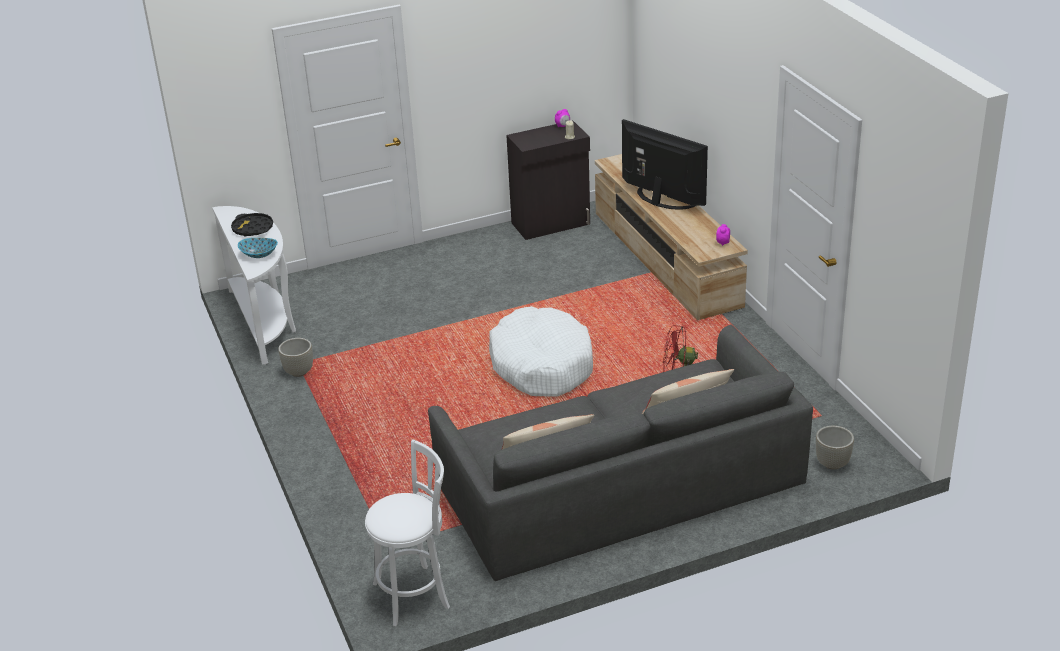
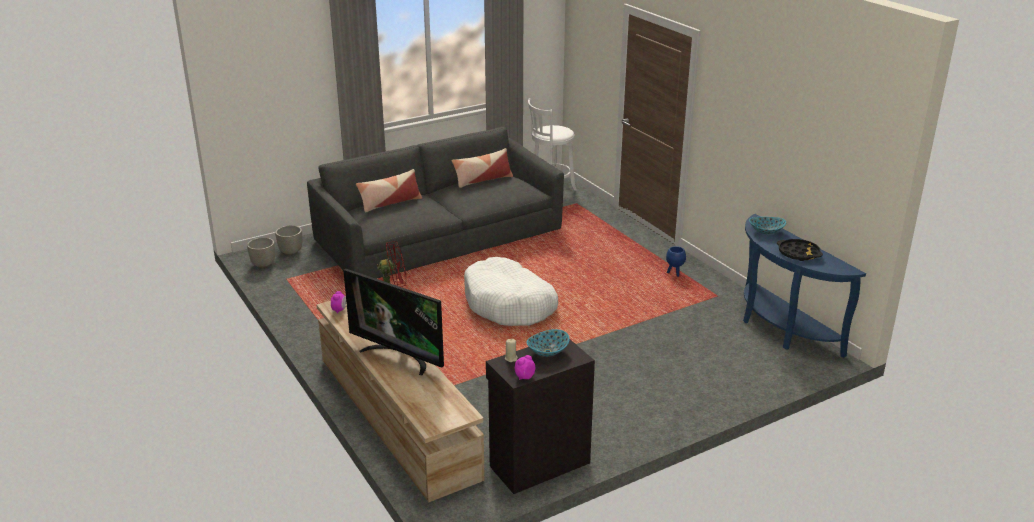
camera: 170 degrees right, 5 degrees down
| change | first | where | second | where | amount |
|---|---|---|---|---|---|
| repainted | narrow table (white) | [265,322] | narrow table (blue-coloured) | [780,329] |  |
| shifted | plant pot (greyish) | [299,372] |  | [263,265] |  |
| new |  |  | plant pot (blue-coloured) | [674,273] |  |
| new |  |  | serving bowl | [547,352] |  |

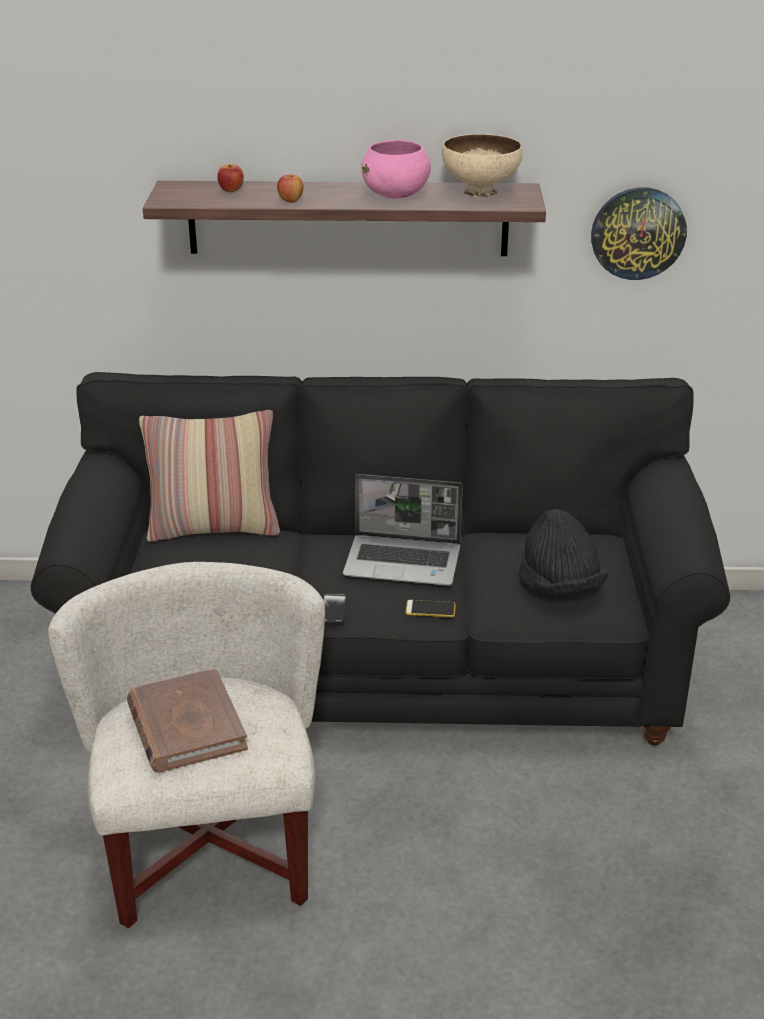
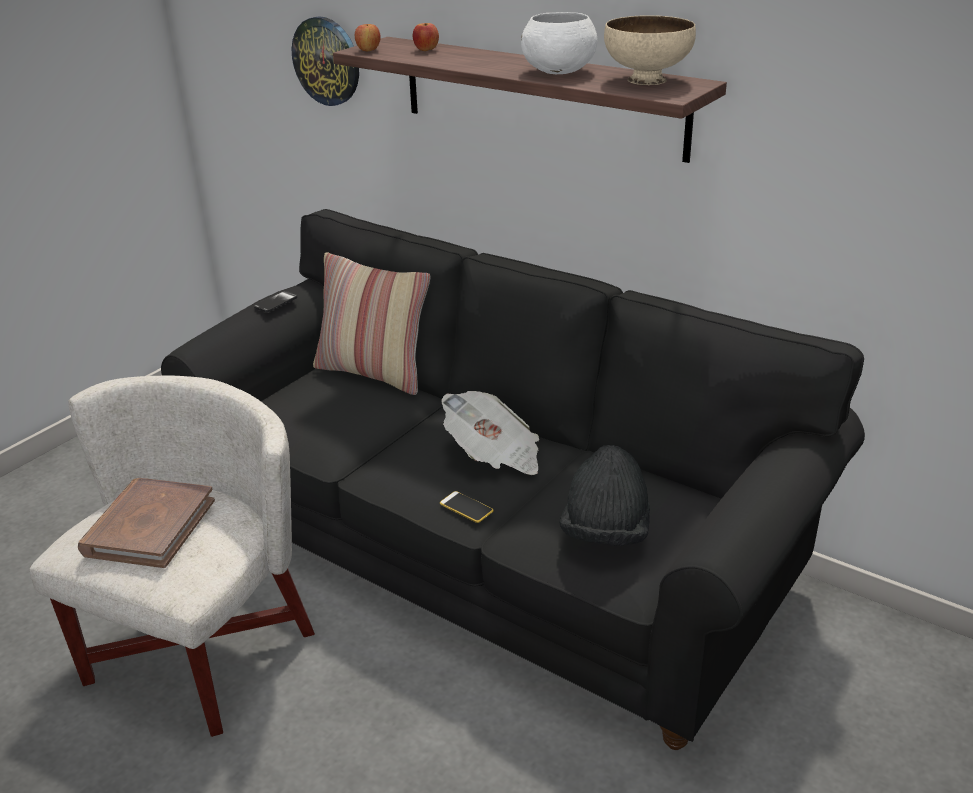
camera: 35 degrees right, 0 degrees up
| change | first | where | second | where | amount |
|---|---|---|---|---|---|
| repainted | serving bowl (pink-coloured) | [396,195] | serving bowl (white) | [559,72] |  |
| shifted | whole apple | [290,201] |  | [368,50] |  |
| shifted | wall clock | [638,233] |  | [327,61] |  |
| swapped | notebook computer | [404,562] | daily paper | [494,456] |  |
| shifted | handset | [333,609] |  | [276,303] |  |

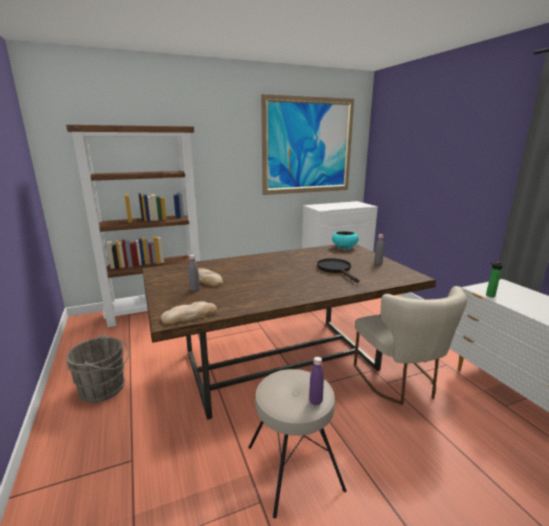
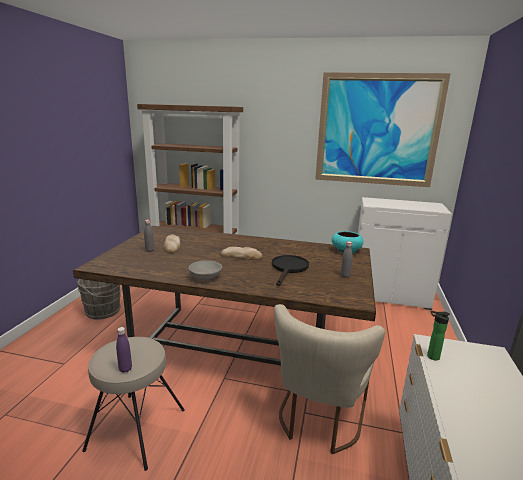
camera: 35 degrees right, 0 degrees up
| change | first | where | second | where | amount |
|---|---|---|---|---|---|
| shifted | bread | [190,315] |  | [241,256] |  |
| new |  |  | serving bowl (greyish) | [205,277] |  |

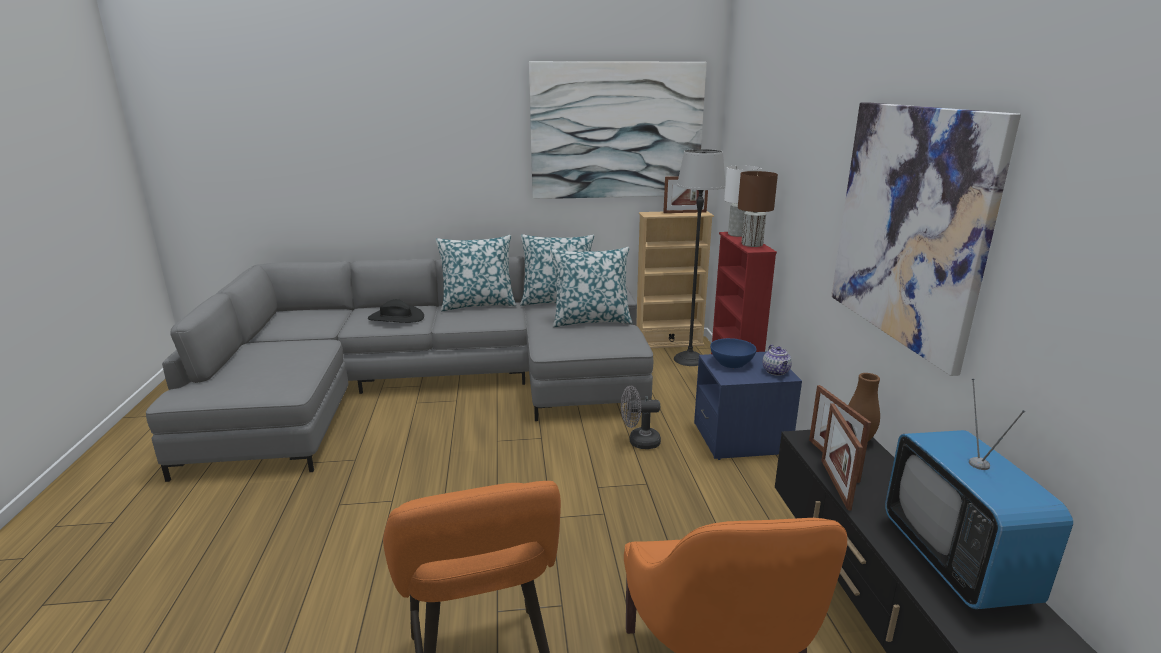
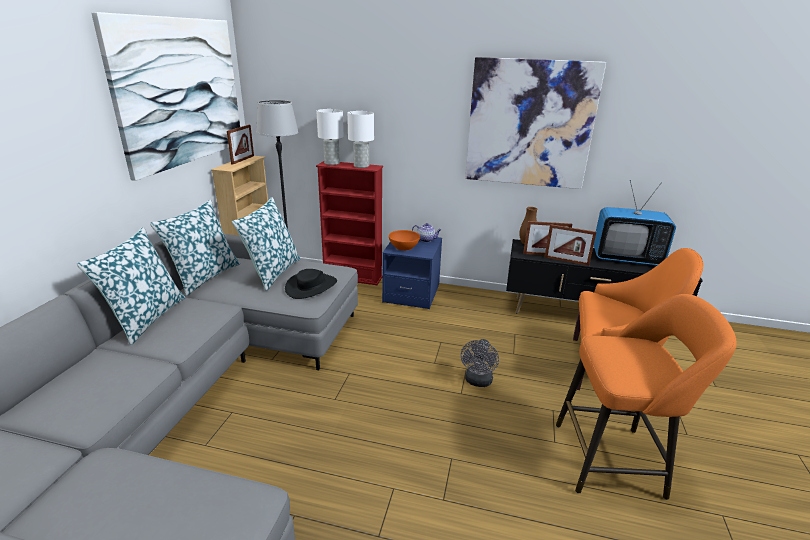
camera: 70 degrees left, 5 degrees up
| change | first | where | second | where | amount |
|---|---|---|---|---|---|
| repainted | tabletop lamp (brown) | [751,244] | tabletop lamp (white) | [361,166] |  |
| shifted | hat (blackish) | [396,318] |  | [311,286] |  |
| repainted | serving bowl (blue-coloured) | [732,363] | serving bowl (orange-coloured) | [404,247] |  |
| shifted | electric fan (greyish) | [639,442] |  | [478,382] |  |

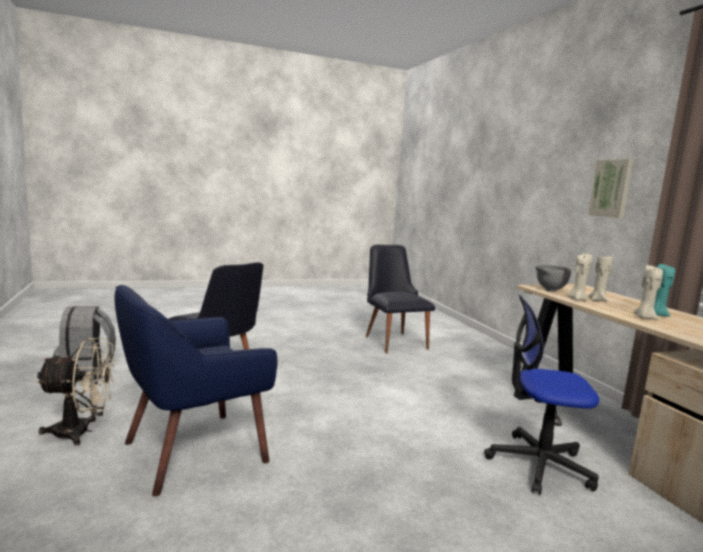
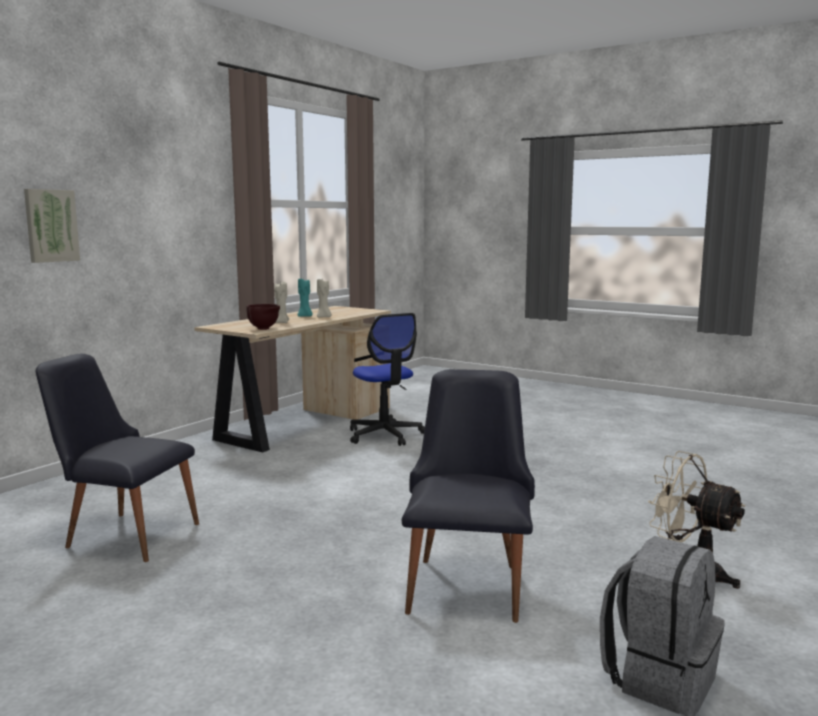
camera: 125 degrees left, 0 degrees up
| change | first | where | second | where | amount |
|---|---|---|---|---|---|
| shifted | wall art | [611,188] |  | [51,225] |  |
| rotated | upright chair (blackish) | [393,340] |  | [124,533] | 75 degrees clockwise |
| gone | wax light (sand-coloured) | [577,299] |  |  |  |
| repainted | serving bowl (greyish) | [549,290] | serving bowl (brown) | [264,329] |  |
| gone | easy chair (blue-coloured) | [193,451] |  |  |  |

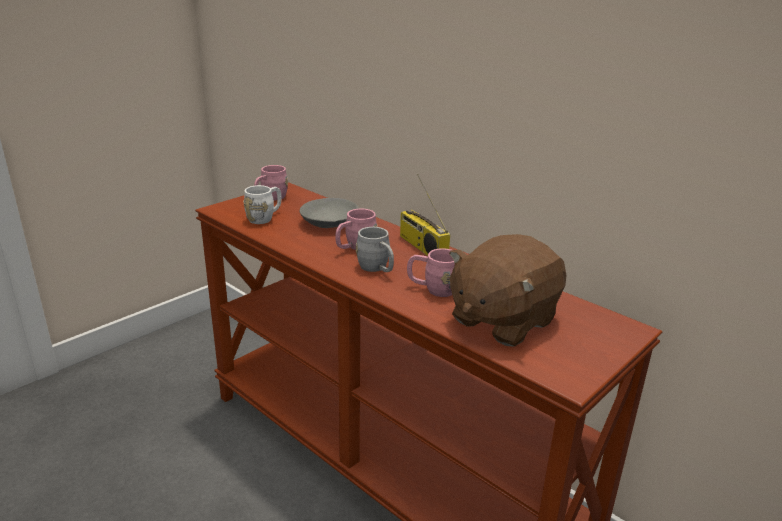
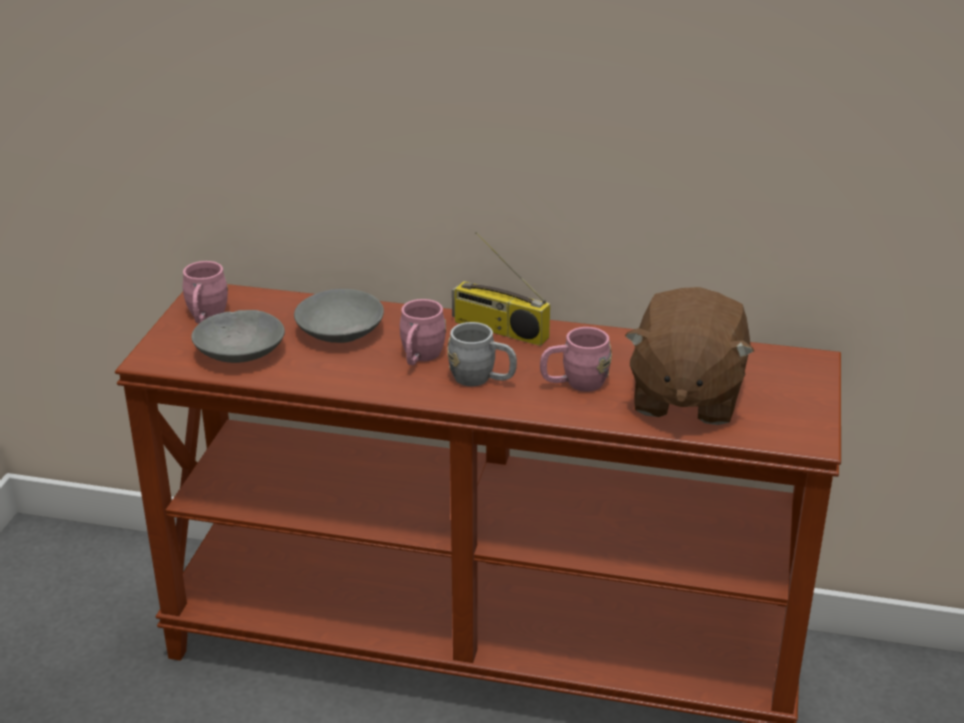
camera: 30 degrees left, 5 degrees up
| change | first | where | second | where | amount |
|---|---|---|---|---|---|
| swapped | tea mug (white) | [265,217] | serving bowl (greyish) | [241,351] |  |

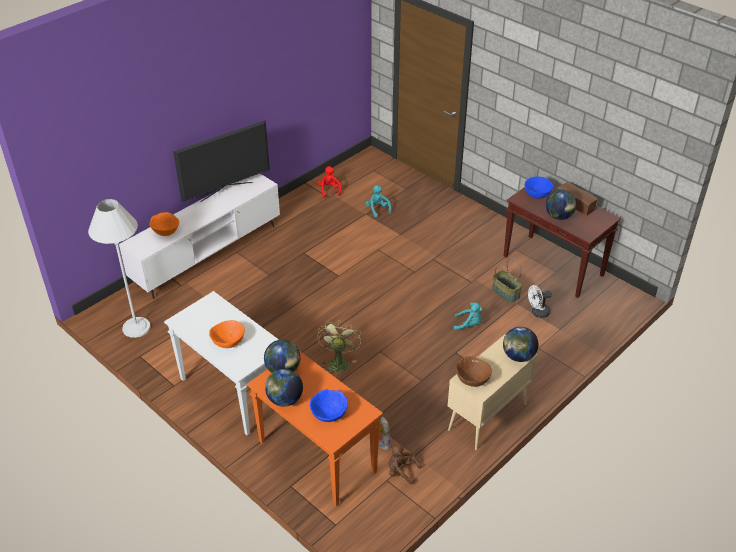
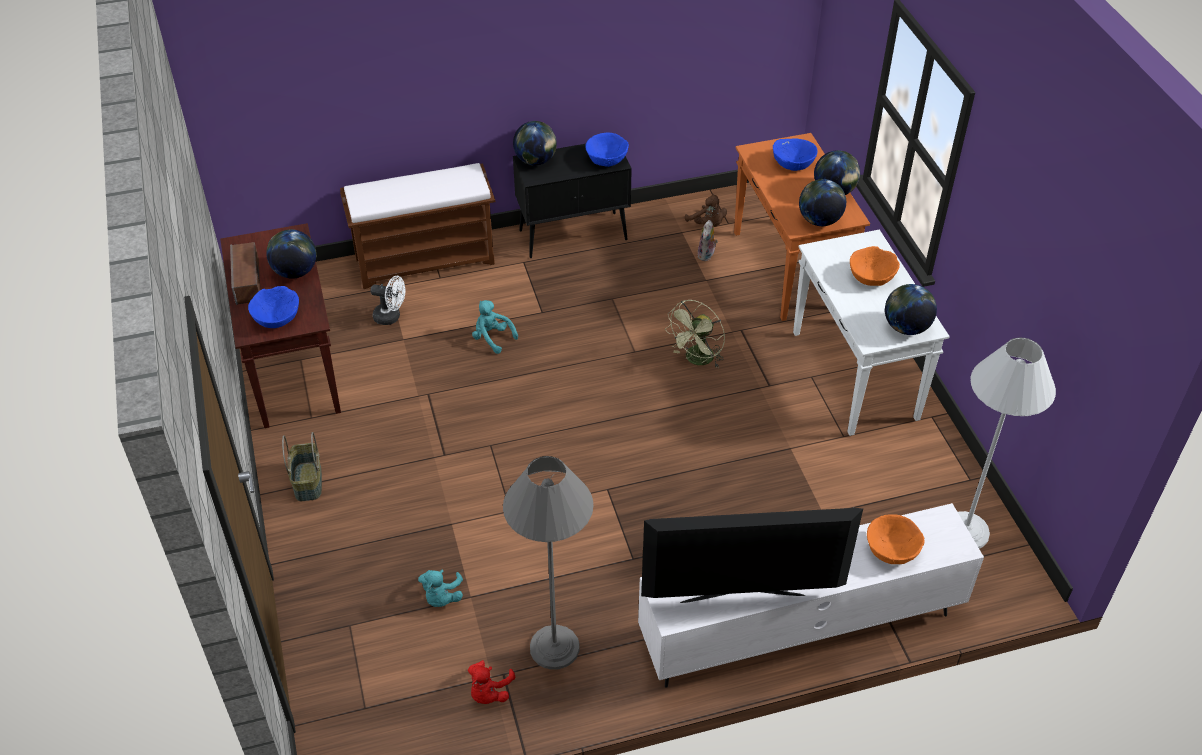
camera: 150 degrees left, 5 degrees up
| change | first | where | second | where | amount |
|---|---|---|---|---|---|
| shifted | household basket | [506,293] |  | [307,481] |  |
| repainted | cupboard (sand-coloured) | [487,417] | cupboard (blackish) | [574,235] |  |
| repainted | serving bowl (brown) | [472,378] | serving bowl (blue-coloured) | [606,160] |  |
| new |  |  | indoor bench (brown) | [426,260] |  |
| new |  |  | world globe | [906,328] |  |
| new |  |  | standard lamp (greyish) | [554,647] |  |

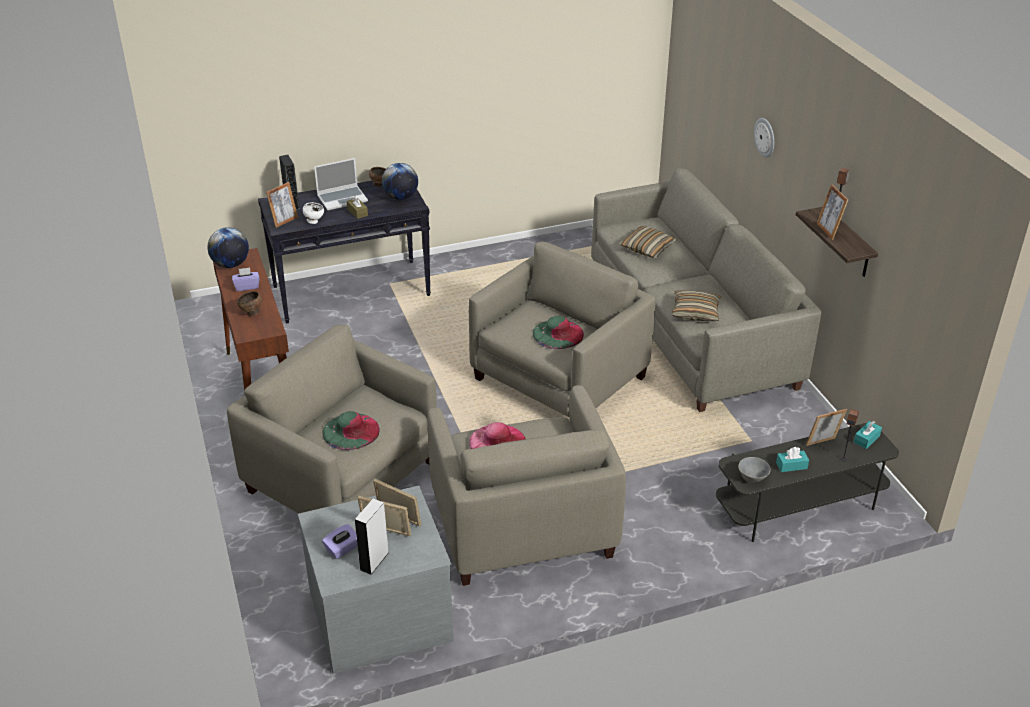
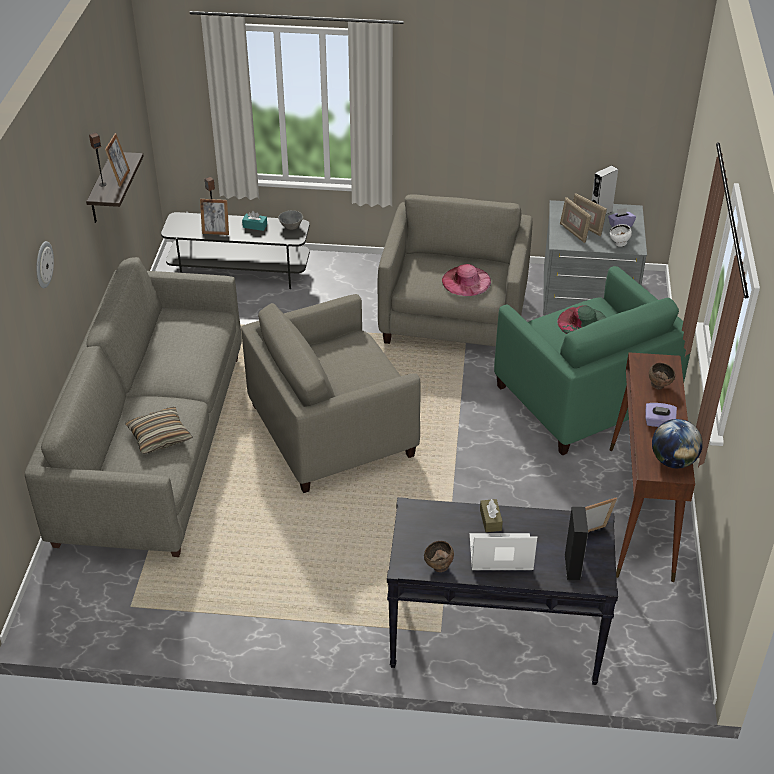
camera: 155 degrees left, 5 degrees up
| change | first | where | second | where | amount |
|---|---|---|---|---|---|
| gone | world globe | [401,197] |  |  |  |
| shifted | serving bowl (white) | [314,221] |  | [619,244] |  |
| gone | throw pillow | [695,312] |  |  |  |
| gone | hat (greenish) | [558,334] |  |  |  |
| repainted | easy chair (sand-coloured) | [343,477] | easy chair (greenish) | [583,397] |  |
| gone | tissue box (turquoise) | [866,439] |  |  |  |

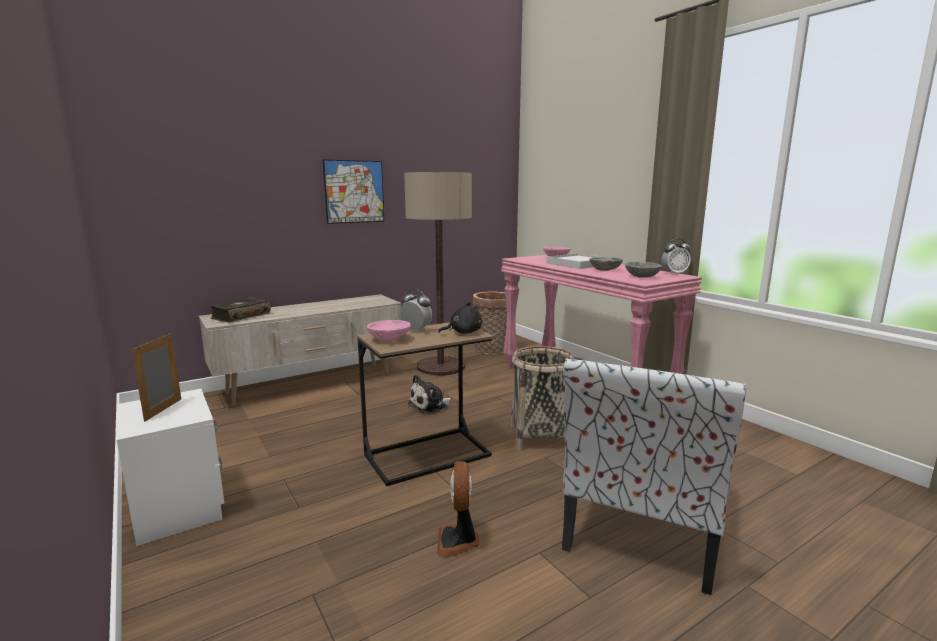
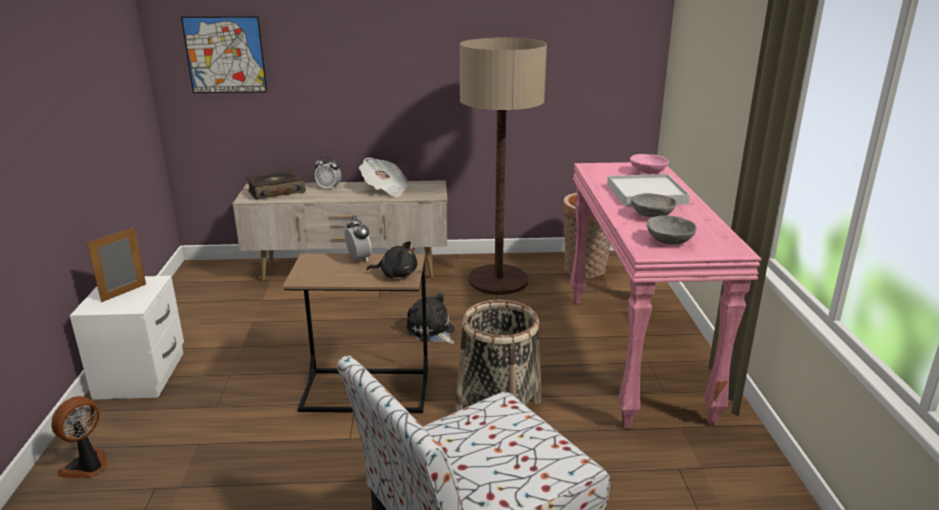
camera: 30 degrees right, 10 degrees up
| change | first | where | second | where | amount |
|---|---|---|---|---|---|
| shifted | wall art | [354,191] |  | [225,55] |  |
| shifted | table clock | [674,274] |  | [329,188] |  |
| gone | serving bowl (pink-coloured) | [390,339] |  |  |  |
| rotated | plush toy | [430,405] |  | [431,331] | 60 degrees clockwise |
| shifted | electric fan | [458,541] |  | [88,467] |  |
| new |  |  | daily paper | [385,190] |  |

